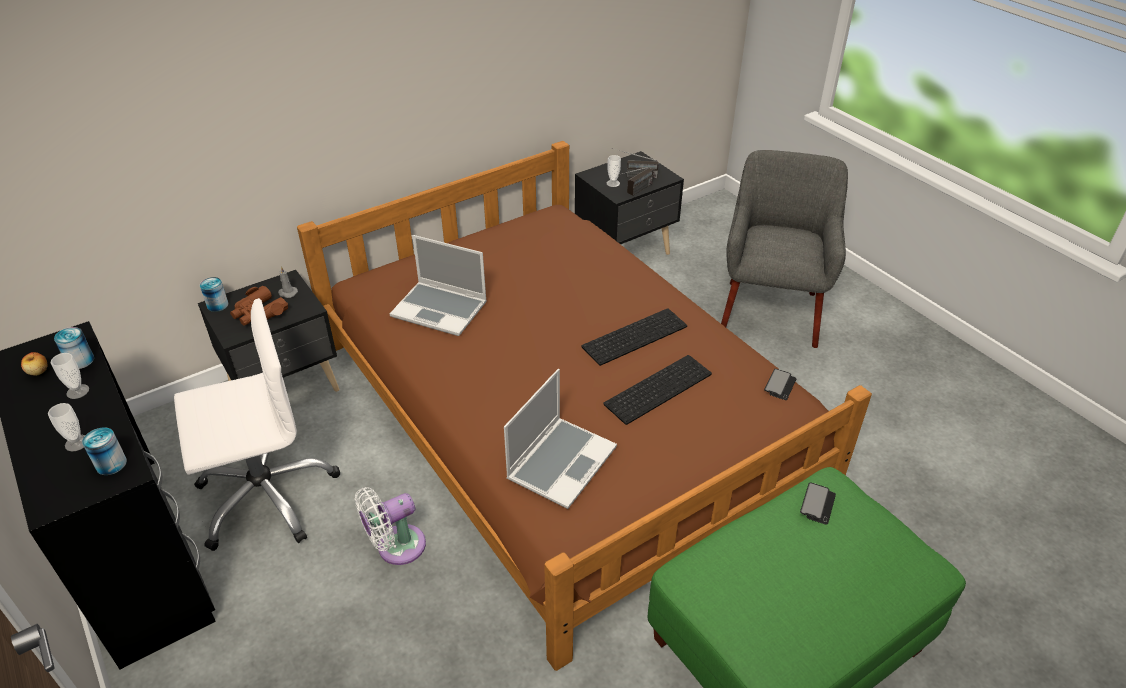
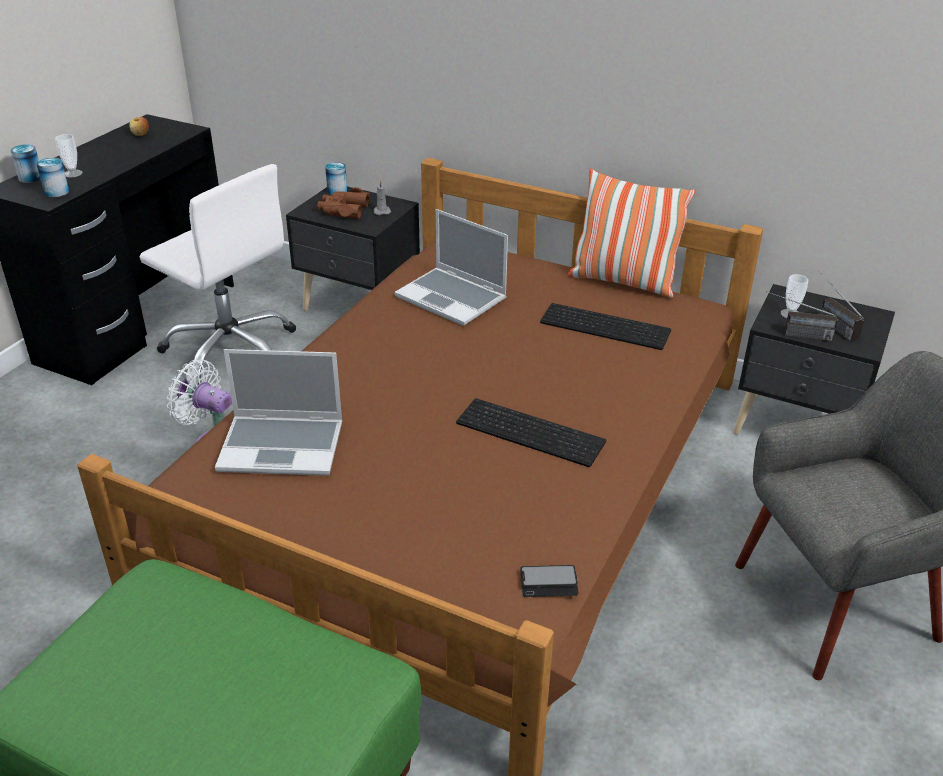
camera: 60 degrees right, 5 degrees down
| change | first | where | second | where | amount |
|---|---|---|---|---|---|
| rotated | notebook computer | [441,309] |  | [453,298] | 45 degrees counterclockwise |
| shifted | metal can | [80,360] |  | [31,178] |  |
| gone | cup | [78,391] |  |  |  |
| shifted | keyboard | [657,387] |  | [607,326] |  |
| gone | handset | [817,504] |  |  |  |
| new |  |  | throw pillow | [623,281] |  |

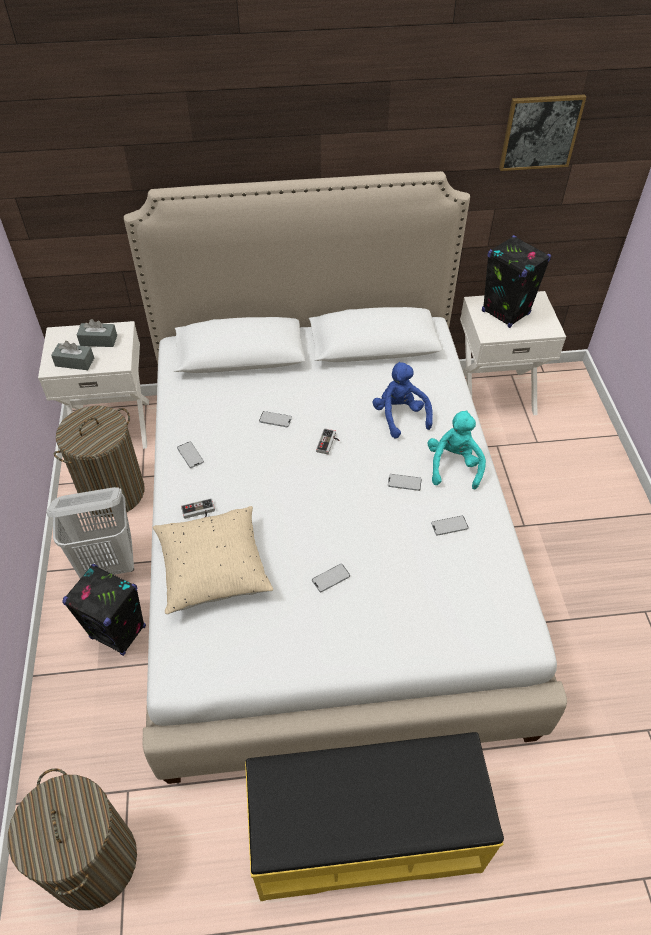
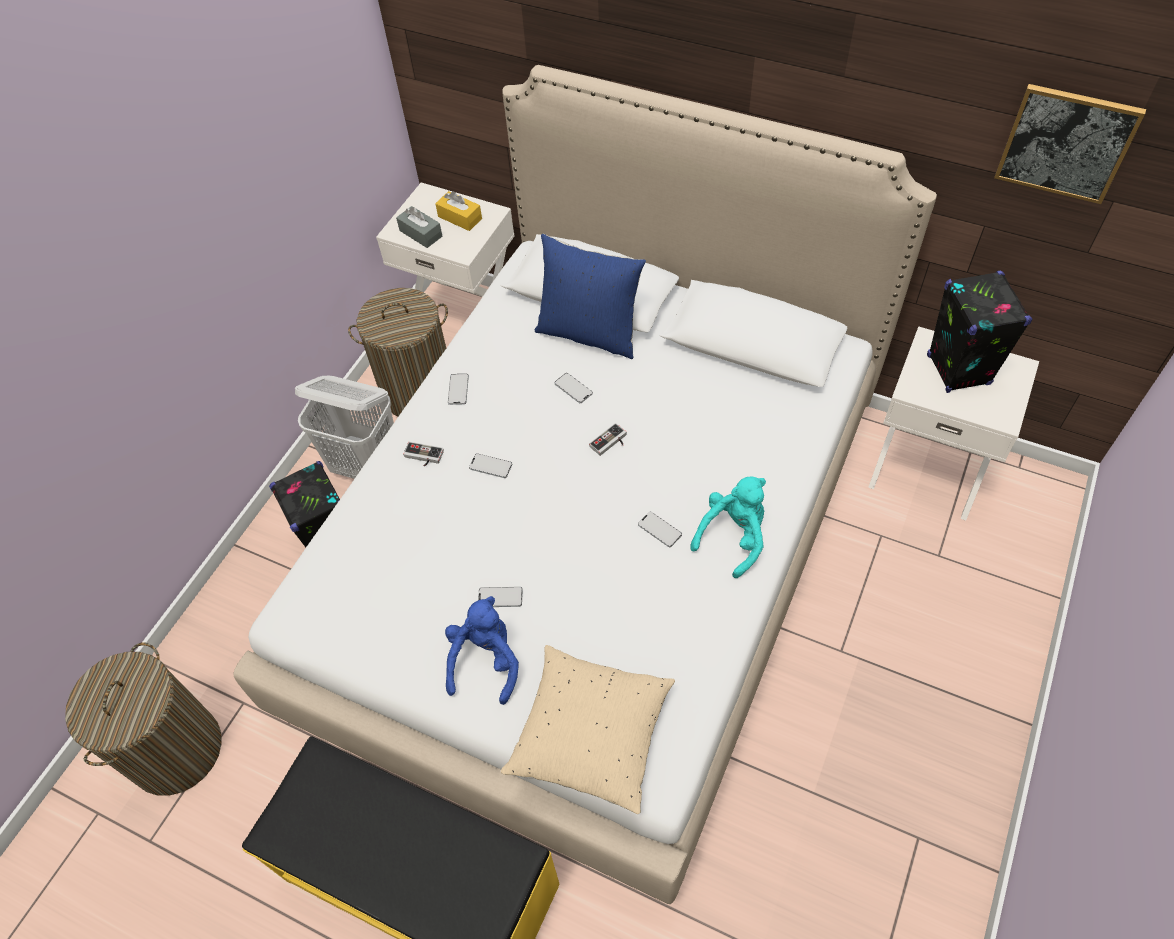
camera: 35 degrees right, 5 degrees up
| change | first | where | second | where | amount |
|---|---|---|---|---|---|
| repainted | tissue box (greyish) | [98,340] | tissue box (yellowish) | [460,217] |  |
| shifted | plush toy (blue-coloured) | [400,416] |  | [485,661] |  |
| shifted | throw pillow (sand-coloured) | [213,569] |  | [591,736] |  |
| shifted | handset | [449,526] |  | [491,466] |  |
| new |  |  | throw pillow (blue-coloured) | [589,333] |  |

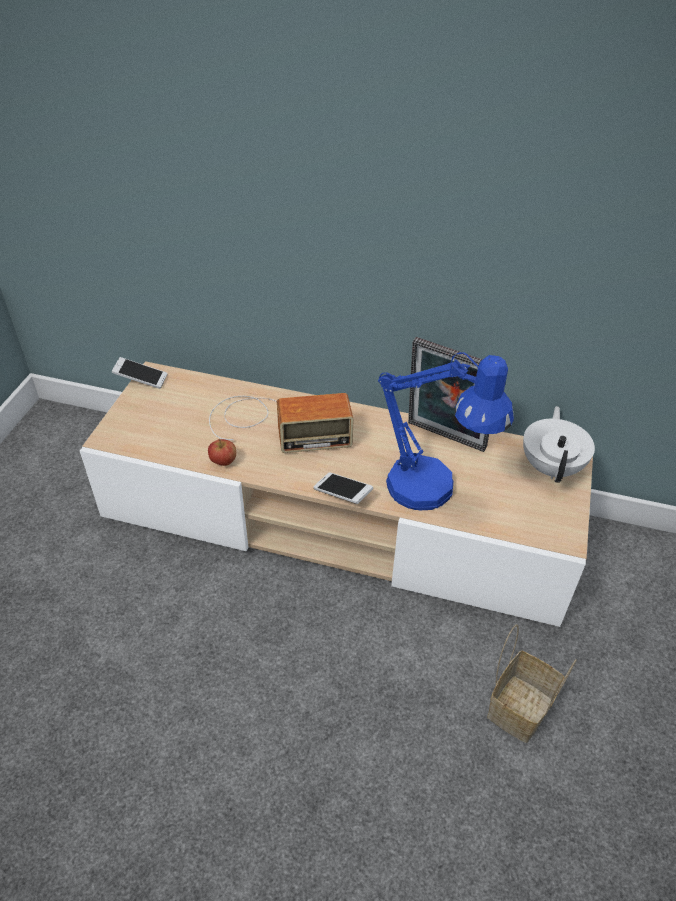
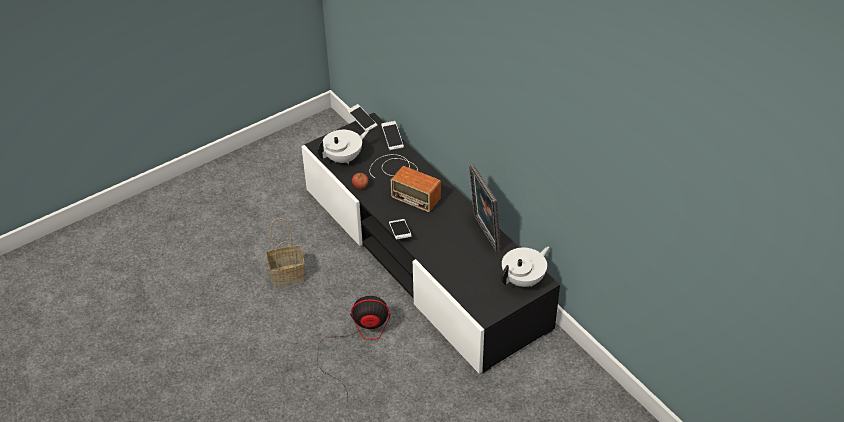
camera: 40 degrees right, 0 degrees up
| change | first | where | second | where | amount |
|---|---|---|---|---|---|
| gone | tabletop lamp (blue-coloured) | [433,492] |  |  |  |
| repainted | tv stand (sand-coloured) | [336,520] | tv stand (blackish) | [422,257] |  |
| shifted | household basket | [519,705] |  | [288,274] |  |
| new |  |  | handset | [392,139] |  |
| new |  |  | tea pot (white) | [344,158] |  |
| new |  |  | electric fan | [357,341] |  |

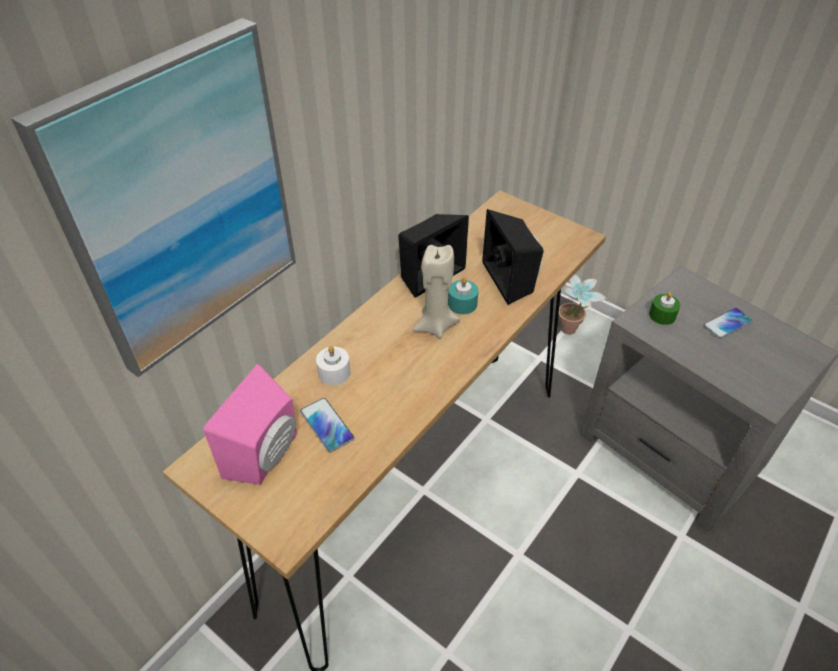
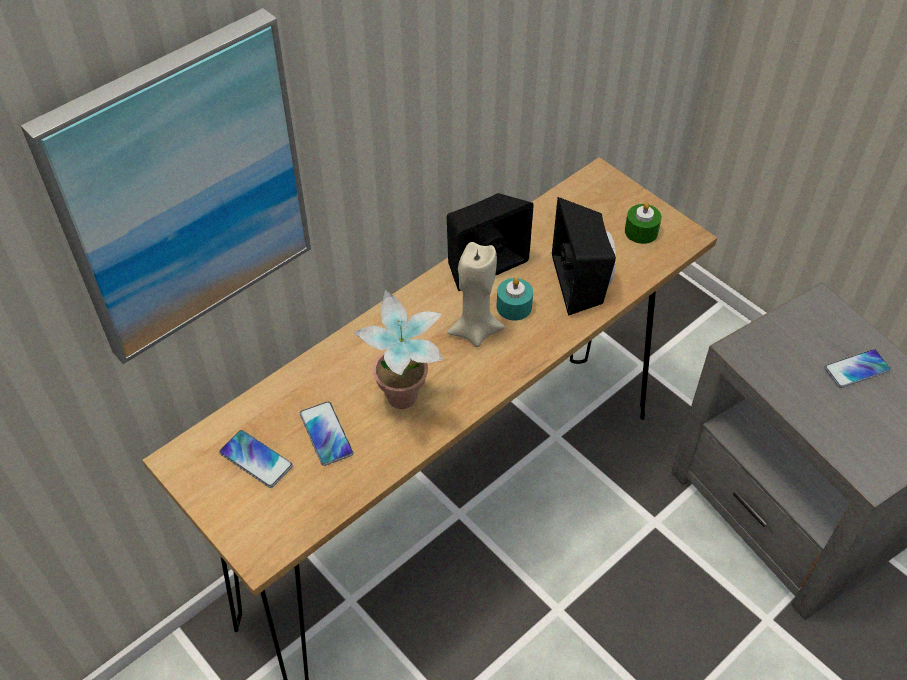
camera: 10 degrees right, 5 degrees up
| change | first | where | second | where | amount |
|---|---|---|---|---|---|
| shifted | houseplant | [571,333] |  | [405,406] |  |
| shifted | wax light (greenish) | [662,315] |  | [641,231] |  |
| gone | wax light (white) | [334,372] |  |  |  |
| swapped | speaker (pink-coloured) | [268,456] | handset | [256,459] |  |

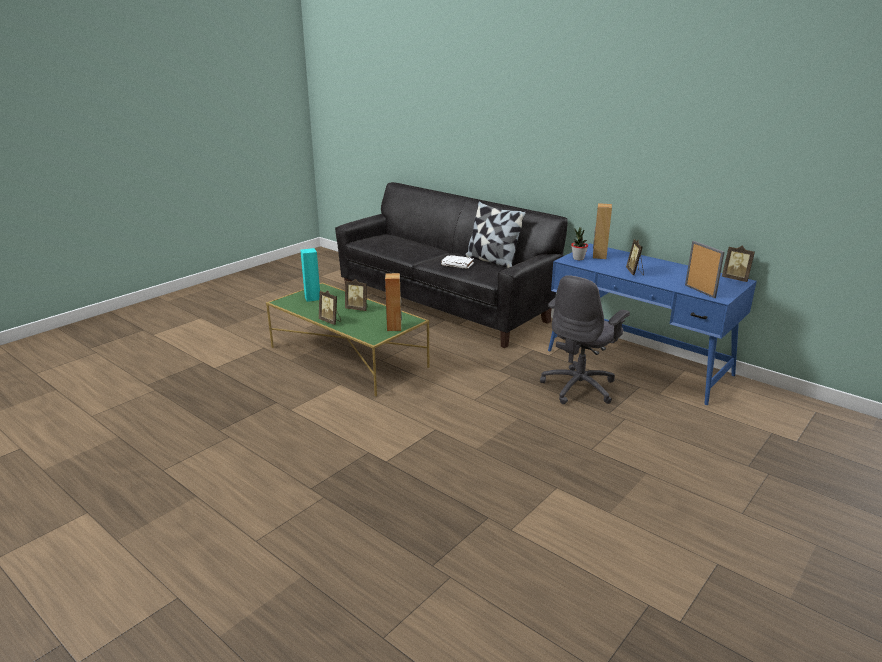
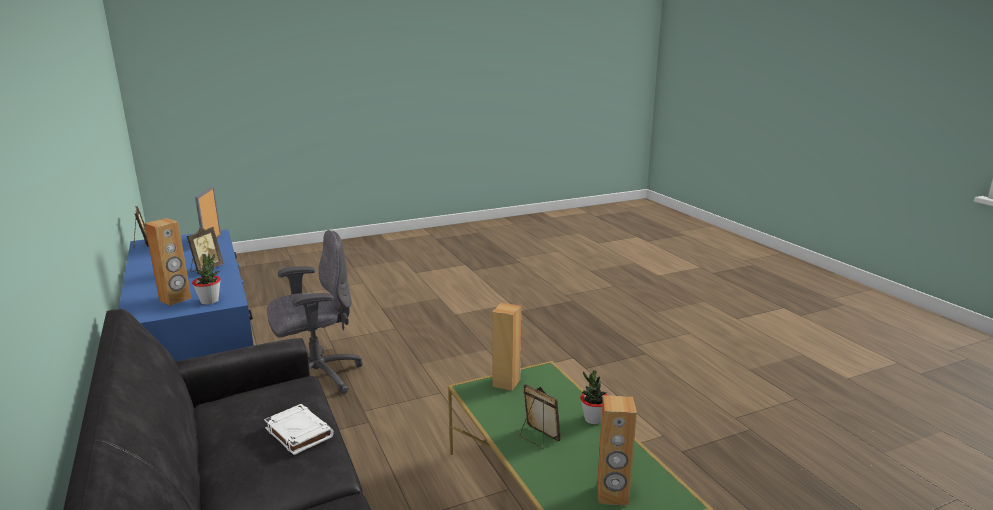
camera: 155 degrees left, 5 degrees down
| change | first | where | second | where | amount |
|---|---|---|---|---|---|
| gone | throw pillow | [492,261] |  |  |  |
| repainted | speaker (turquoise) | [312,298] | speaker (brown) | [612,495] |  |
| swapped | photo frame | [330,321] | houseplant | [593,419] |  |

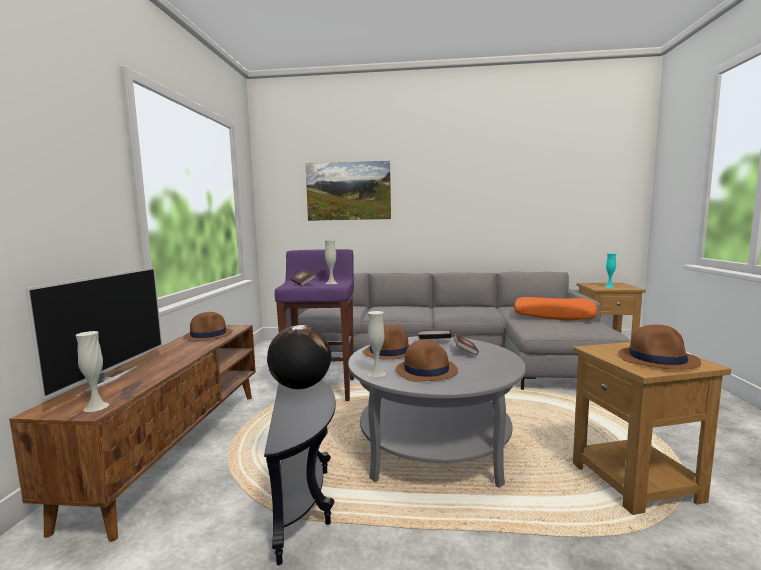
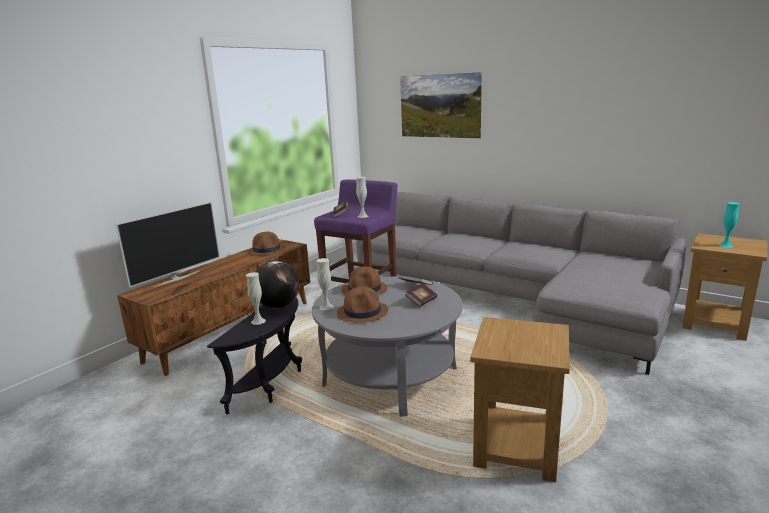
camera: 30 degrees right, 10 degrees up
| change | first | where | second | where | amount |
|---|---|---|---|---|---|
| gone | throw pillow (orange-coloured) | [554,316] |  |  |  |
| gone | hat (brown) | [658,359] |  |  |  |
| shifted | decorative vase (white) | [96,407] |  | [258,321] |  |

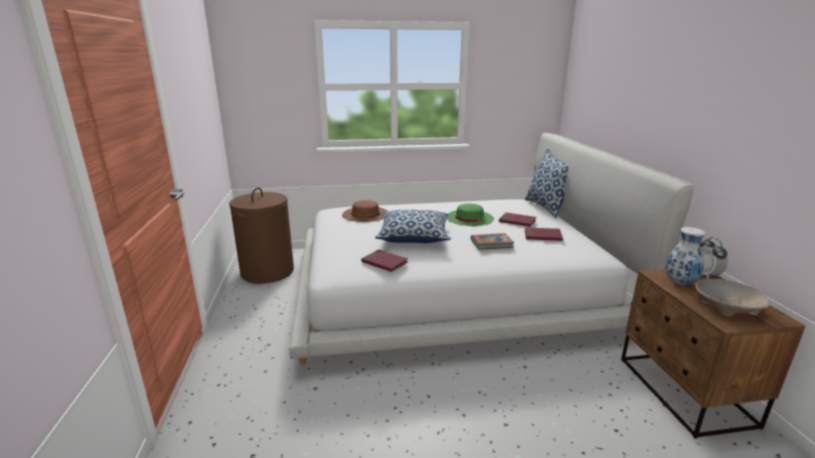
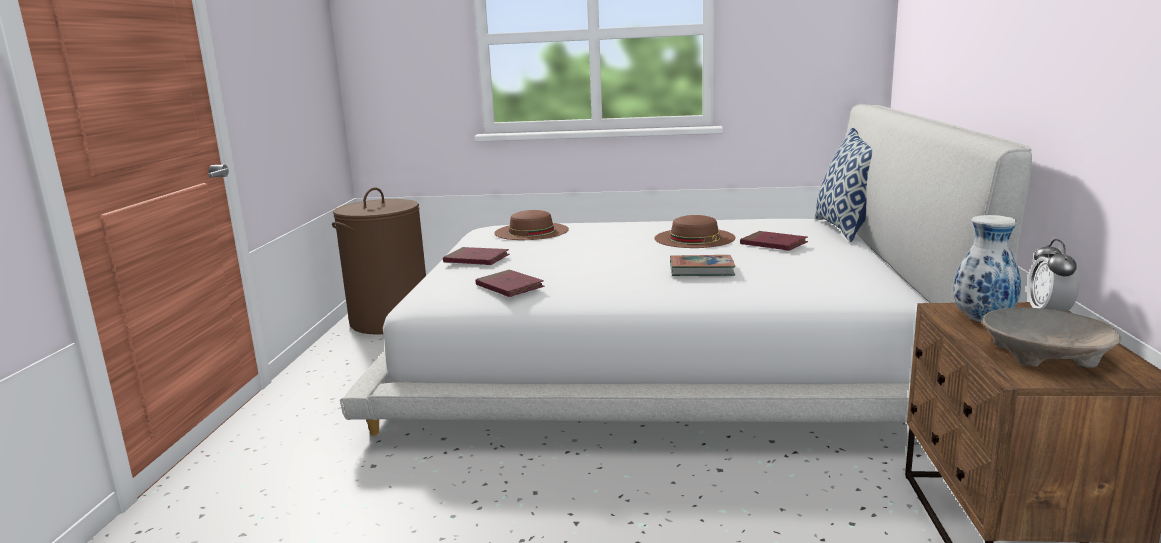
camera: 15 degrees right, 5 degrees down
| change | first | where | second | where | amount |
|---|---|---|---|---|---|
| repainted | hat (greenish) | [469,217] | hat (brown) | [694,238] |  |
| gone | throw pillow | [414,237] |  |  |  |
| shifted | book (red-coloured) | [542,236] |  | [476,259] |  |

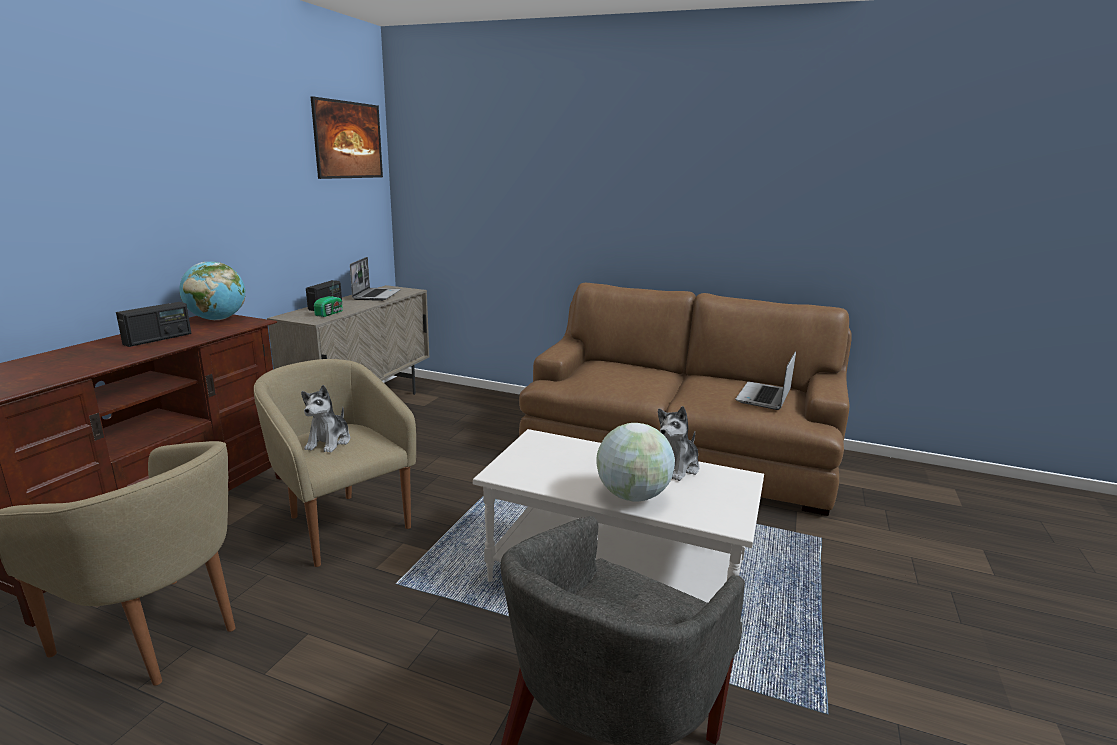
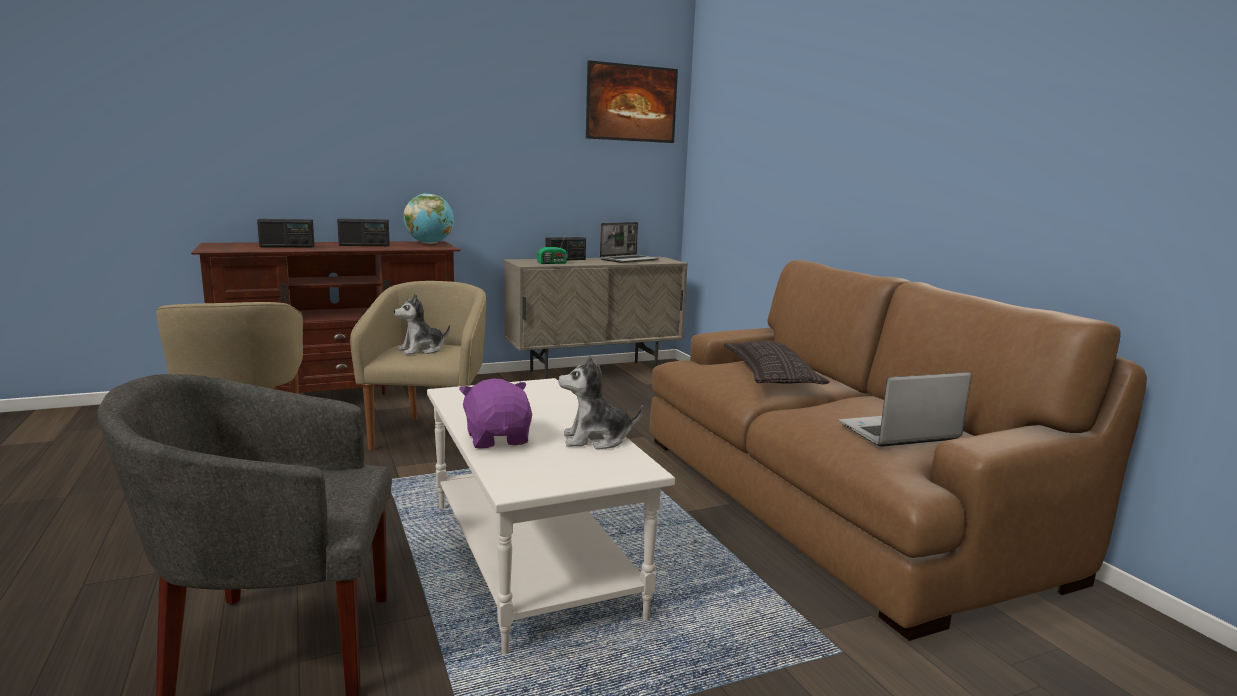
camera: 45 degrees right, 5 degrees down
| change | first | where | second | where | amount |
|---|---|---|---|---|---|
| swapped | world globe | [633,496] | plush toy (purple) | [498,439] |  |
| new |  |  | radio set | [287,246] |  |
| new |  |  | throw pillow | [771,374] |  |

